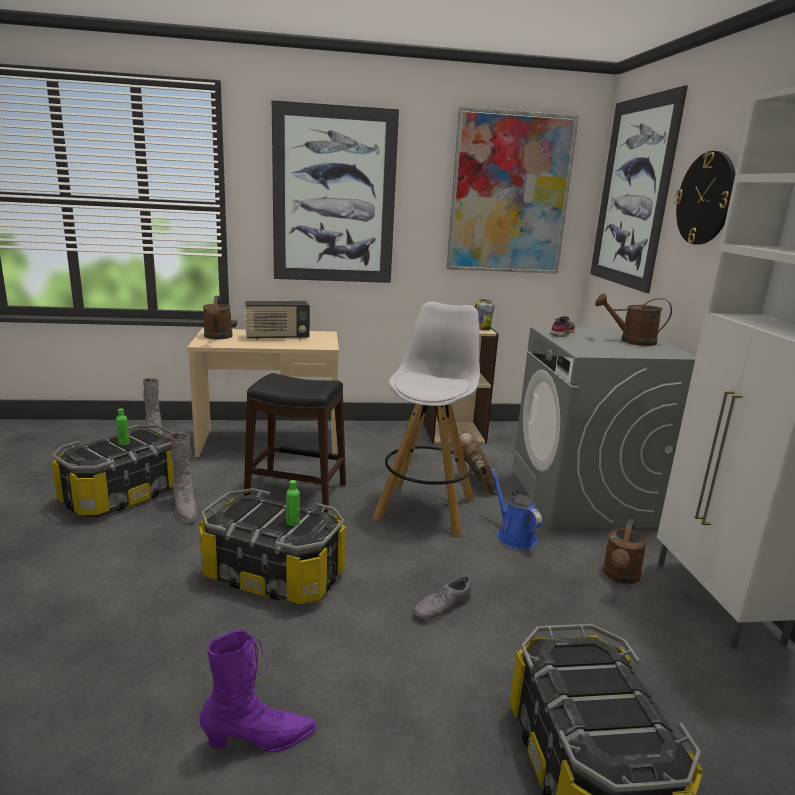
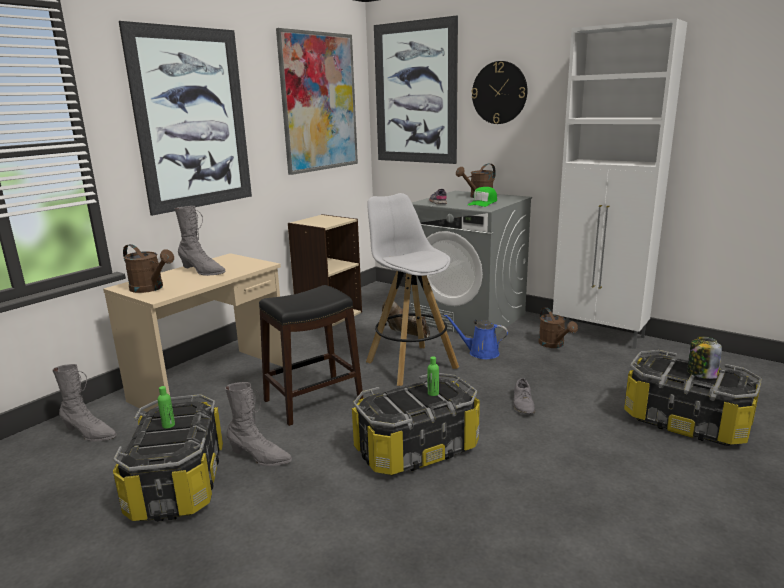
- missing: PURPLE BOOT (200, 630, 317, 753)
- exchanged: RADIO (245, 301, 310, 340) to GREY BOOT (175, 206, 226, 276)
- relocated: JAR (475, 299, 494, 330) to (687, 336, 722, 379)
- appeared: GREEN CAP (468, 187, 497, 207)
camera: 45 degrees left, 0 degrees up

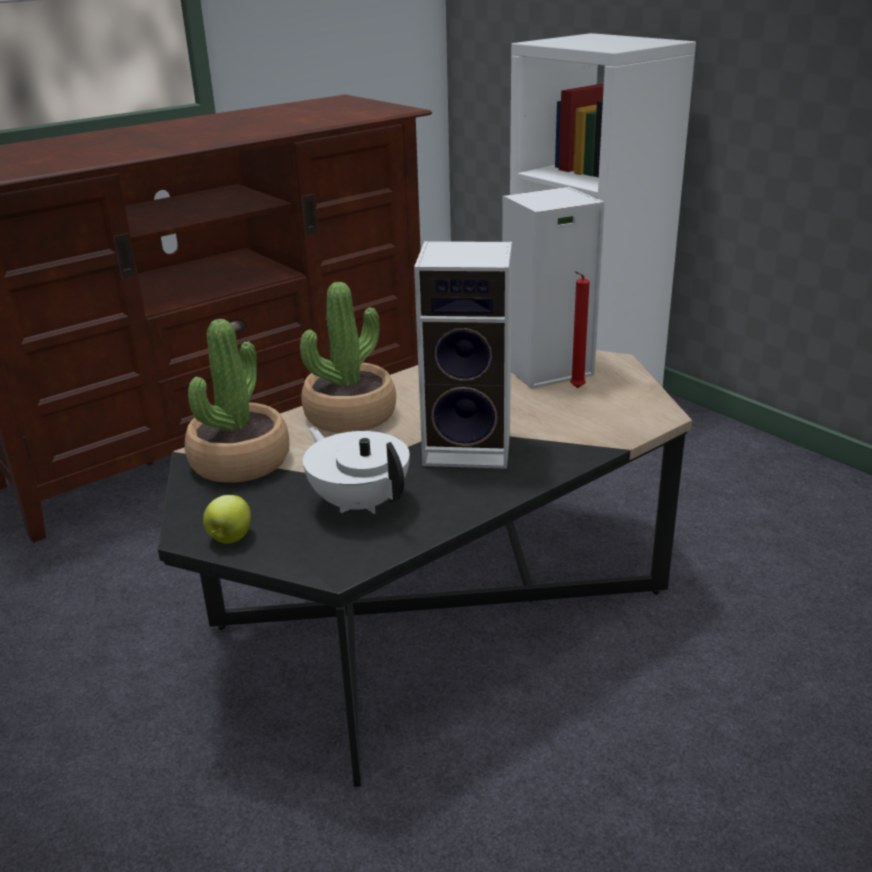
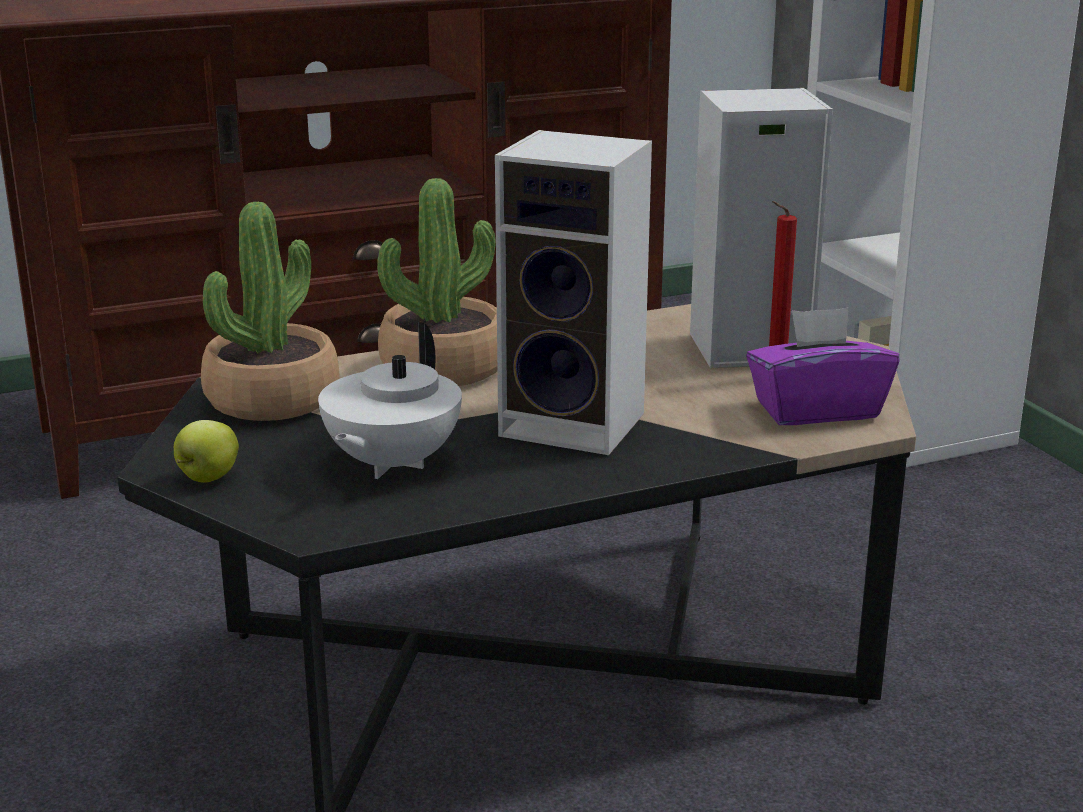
- spun: WHITE TEAPOT (303, 427, 410, 514) = (318, 322, 462, 479) 135 degrees counterclockwise
- appeared: PURPLE TISSUE BOX (746, 308, 900, 425)
camera: 15 degrees right, 5 degrees down

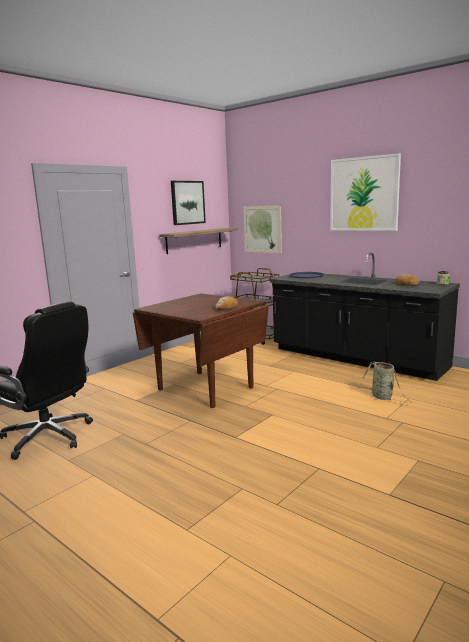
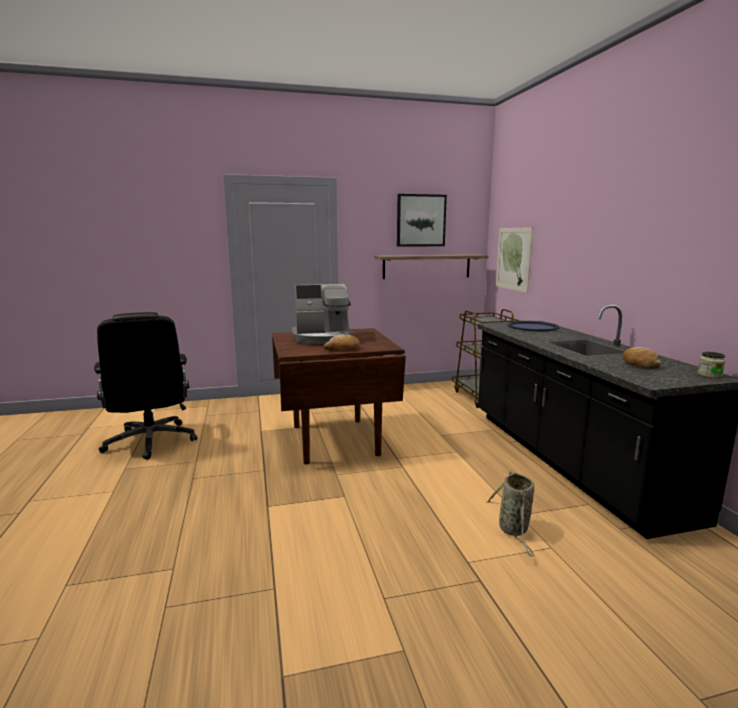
- missing: PICTURE (330, 153, 401, 231)
- appeared: COFFEE MACHINE (292, 284, 353, 344)
camera: 35 degrees right, 0 degrees up

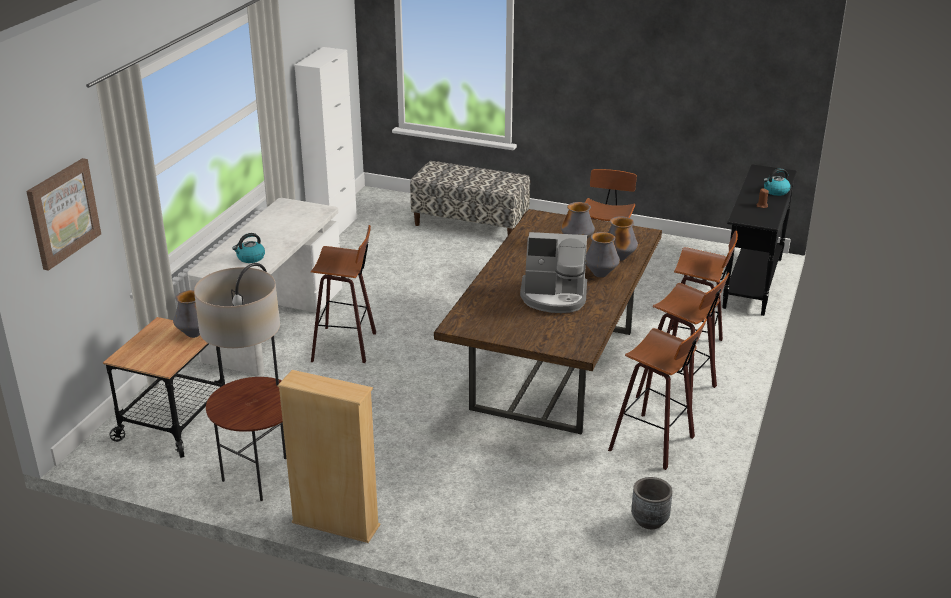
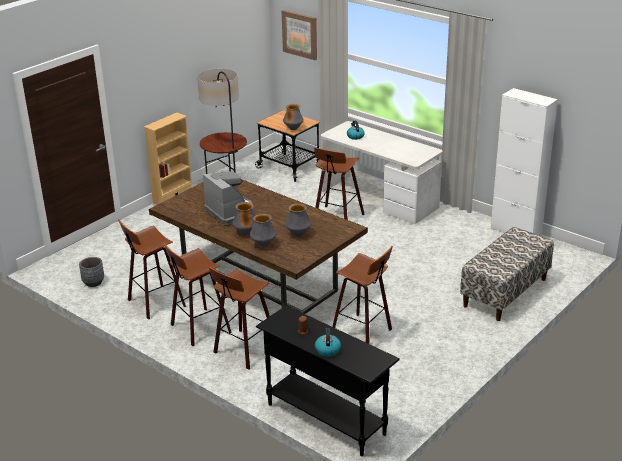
- spun: COFFEE MACHINE (520, 232, 587, 313) = (203, 172, 253, 225) 120 degrees clockwise
camera: 110 degrees right, 0 degrees up

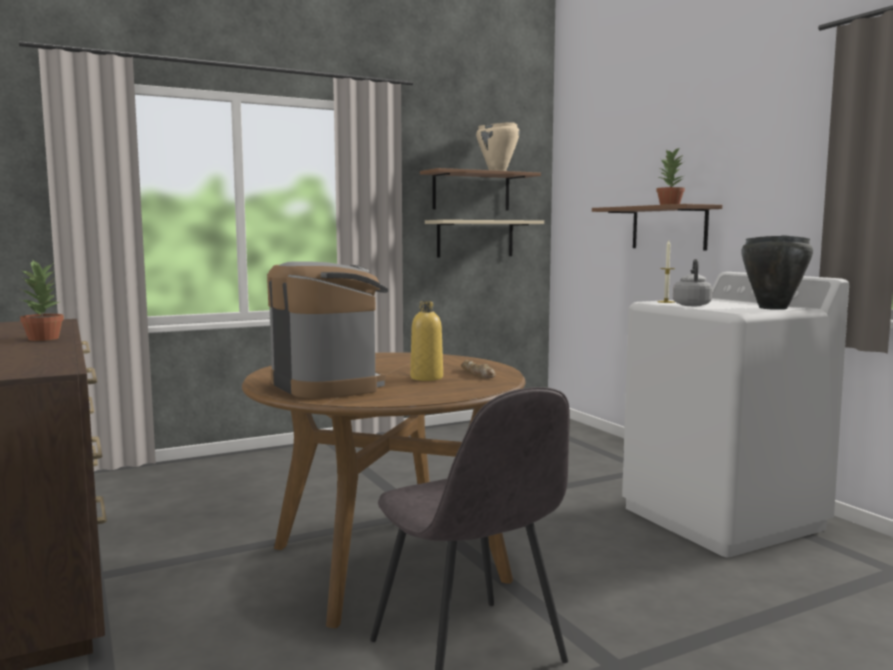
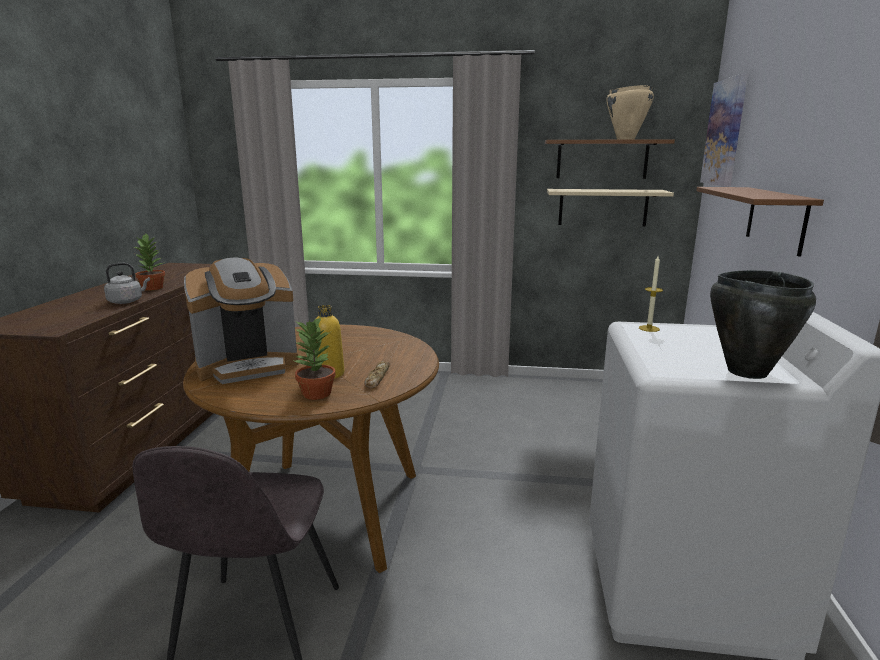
- spun: COFFEE MACHINE (267, 261, 389, 399) = (184, 257, 299, 384) 60 degrees clockwise
- relocated: POTTED PLANT (656, 147, 685, 205) to (292, 317, 336, 400)
- relocated: GREY KETTLE (673, 259, 713, 306) to (104, 263, 150, 304)
- appeared: PICTURE (700, 74, 748, 187)
camera: 35 degrees right, 10 degrees up

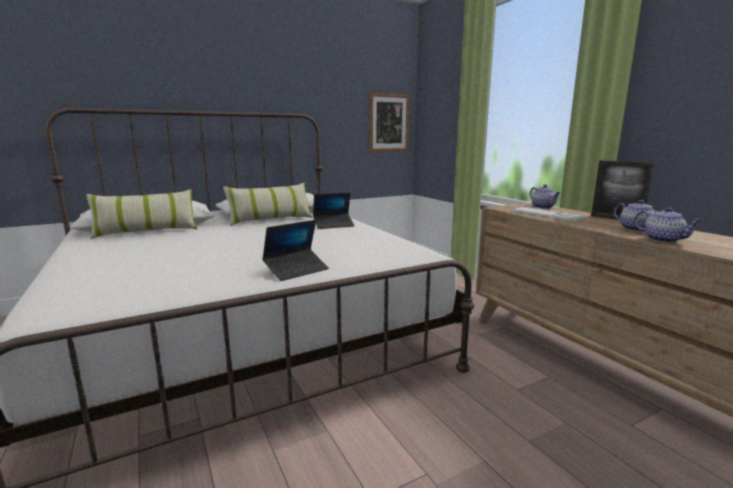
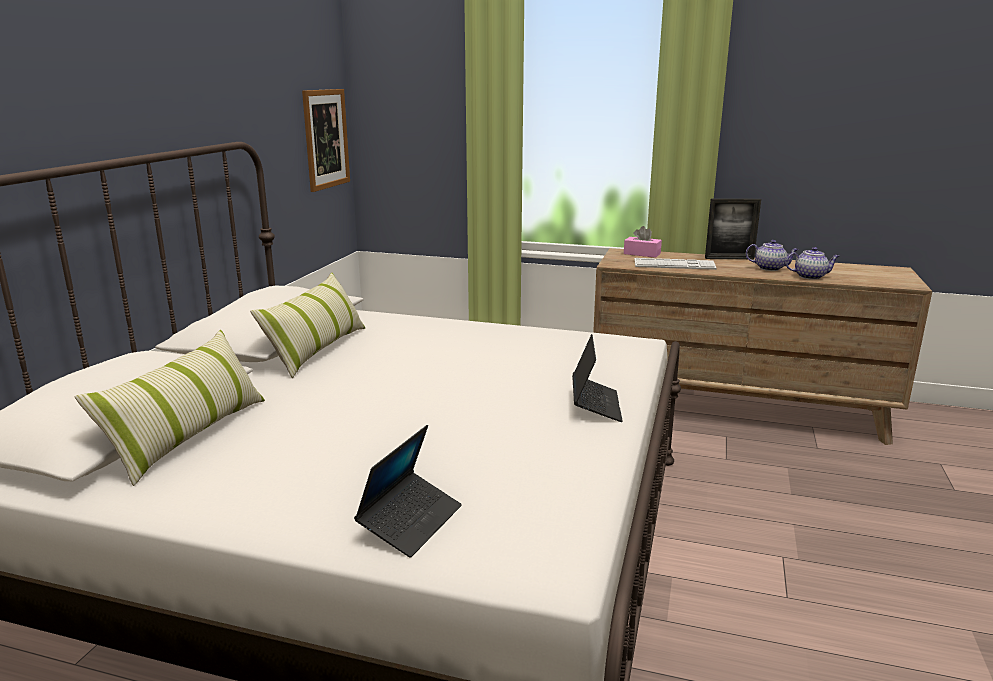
- relocated: LAPTOP (313, 193, 355, 229) to (354, 425, 462, 558)
- exchanged: TEAPOT (530, 184, 560, 209) to PINK TISSUE BOX (624, 226, 662, 258)
camera: 45 degrees left, 5 degrees up

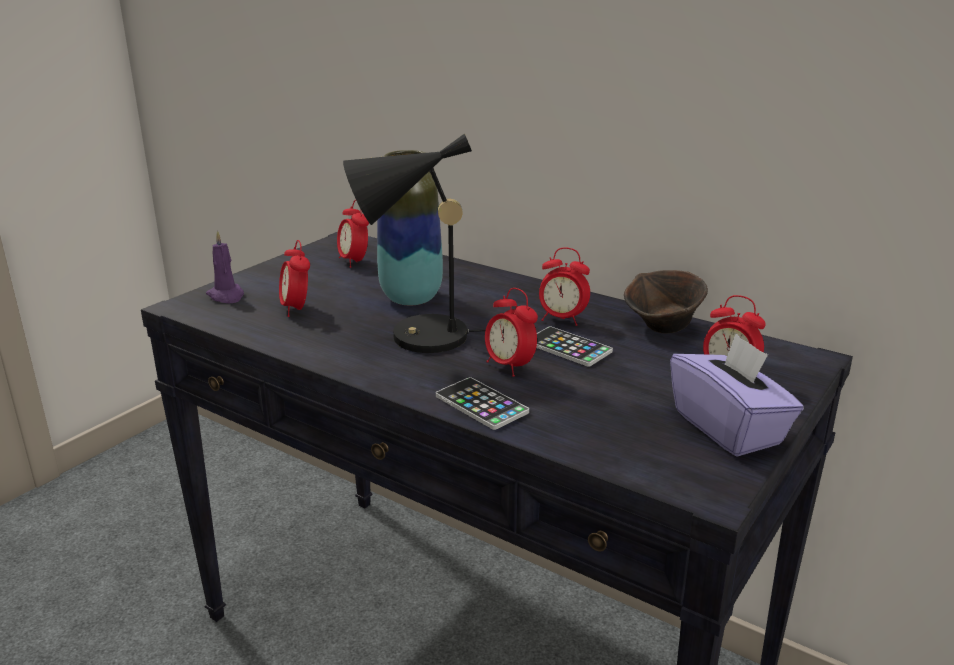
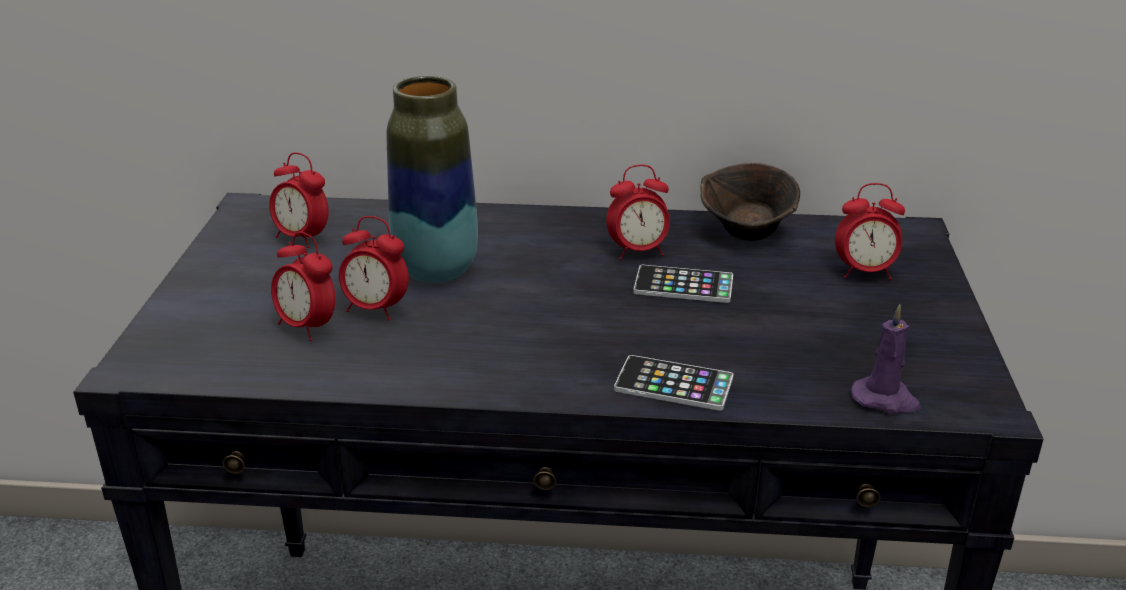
- relocated: PURPLE CANDLE (206, 231, 244, 303) to (851, 304, 921, 414)
- missing: BLACK TABLE LAMP (343, 133, 486, 353)
- relocated: ALARM CLOCK (485, 288, 538, 377) to (339, 216, 409, 320)
- missing: PURPLE TISSUE BOX (670, 333, 804, 457)
camera: 30 degrees left, 5 degrees up

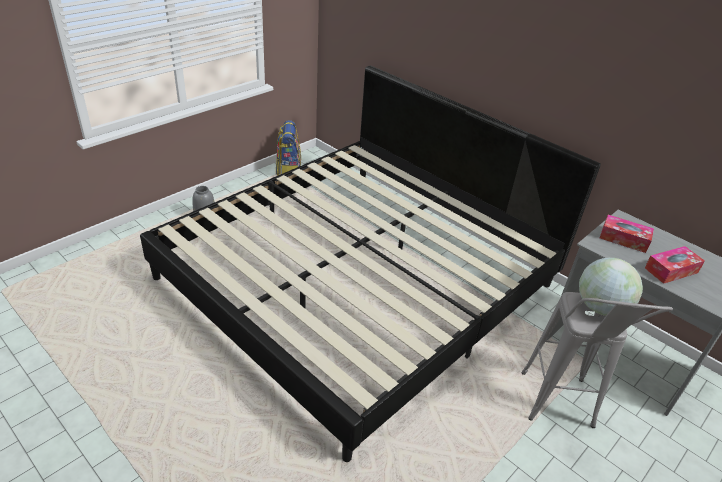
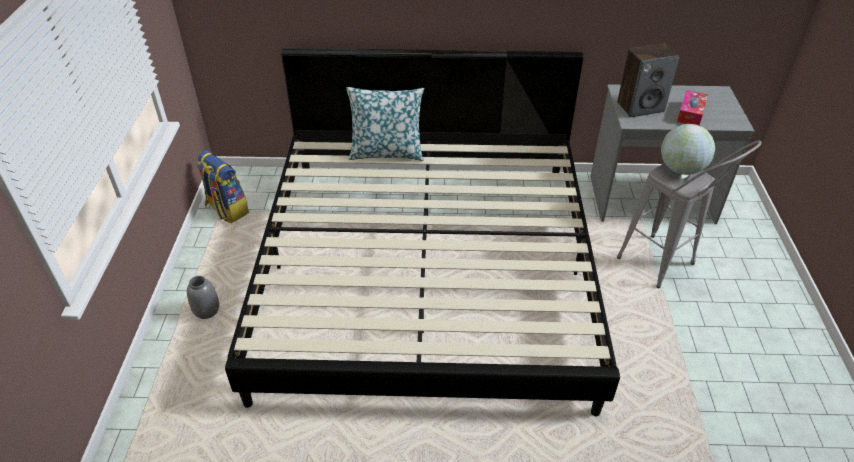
- exchanged: TISSUE BOX (600, 215, 654, 253) to SPEAKER (617, 44, 680, 117)
- appeared: PILLOW (347, 87, 424, 161)
camera: 40 degrees left, 5 degrees up

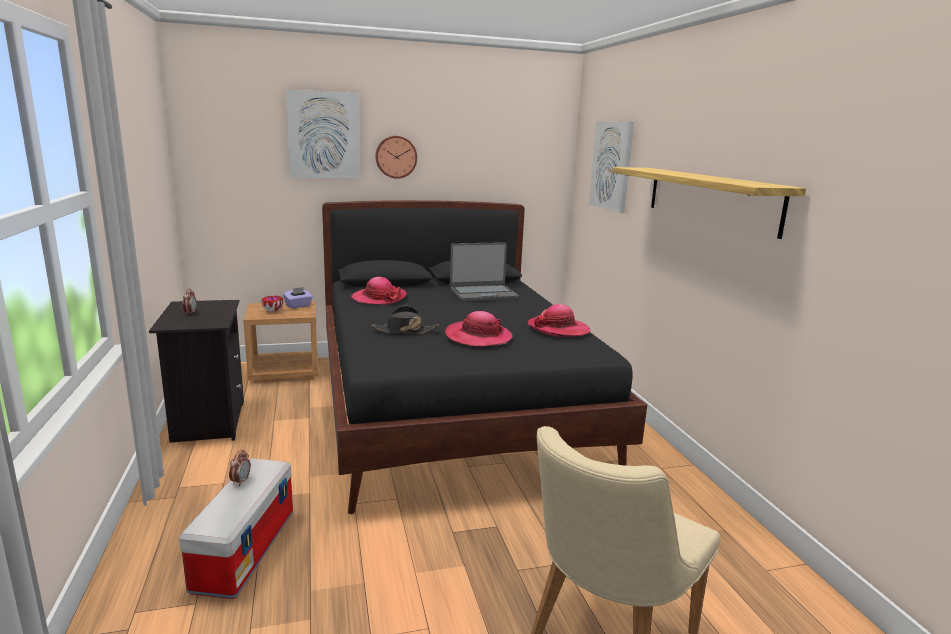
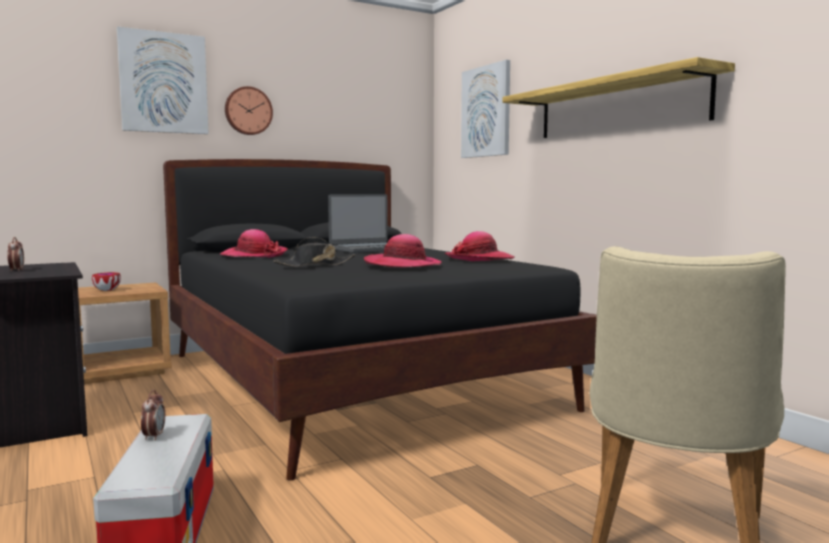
- missing: PURPLE TISSUE BOX (283, 287, 313, 309)
camera: 15 degrees left, 10 degrees down

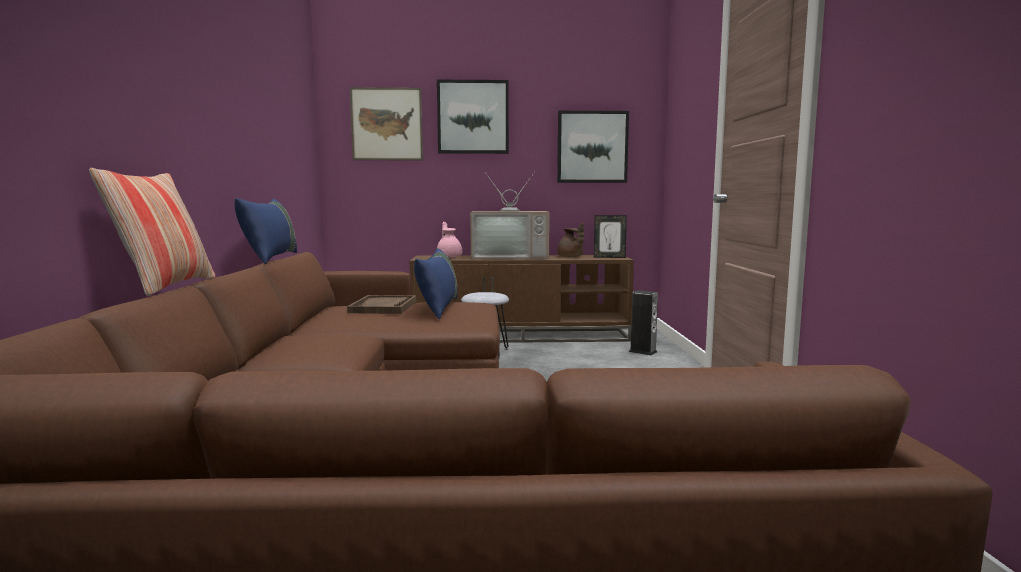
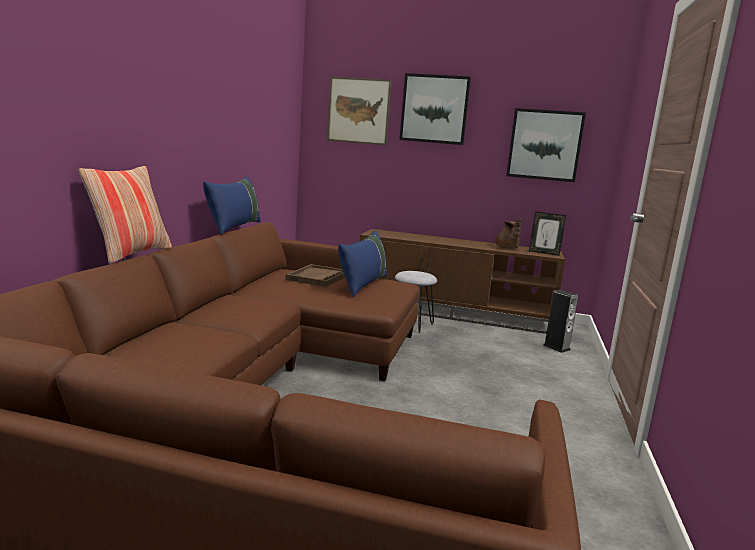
- missing: PINK TEAPOT (437, 222, 462, 258)
- missing: TELEVISION (470, 172, 550, 260)
camera: 15 degrees right, 5 degrees up

